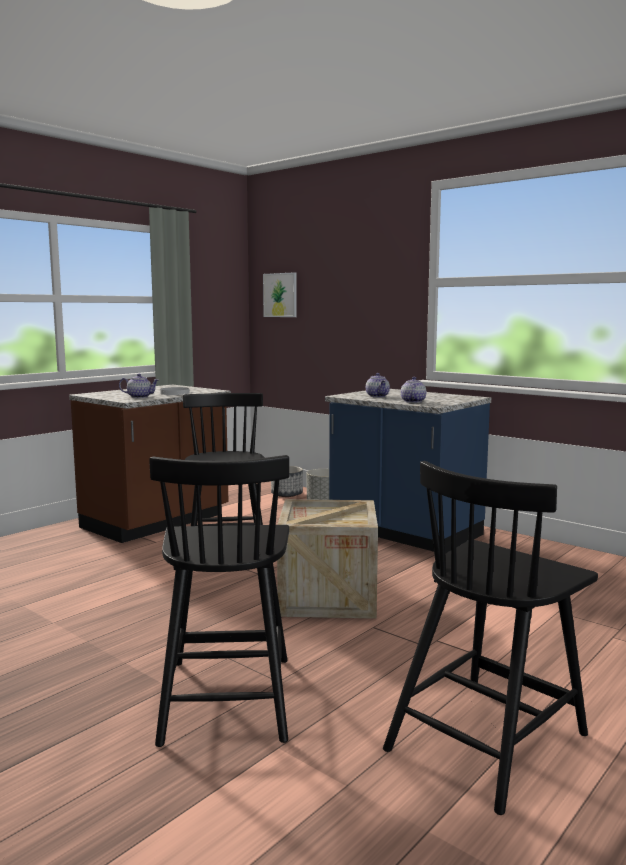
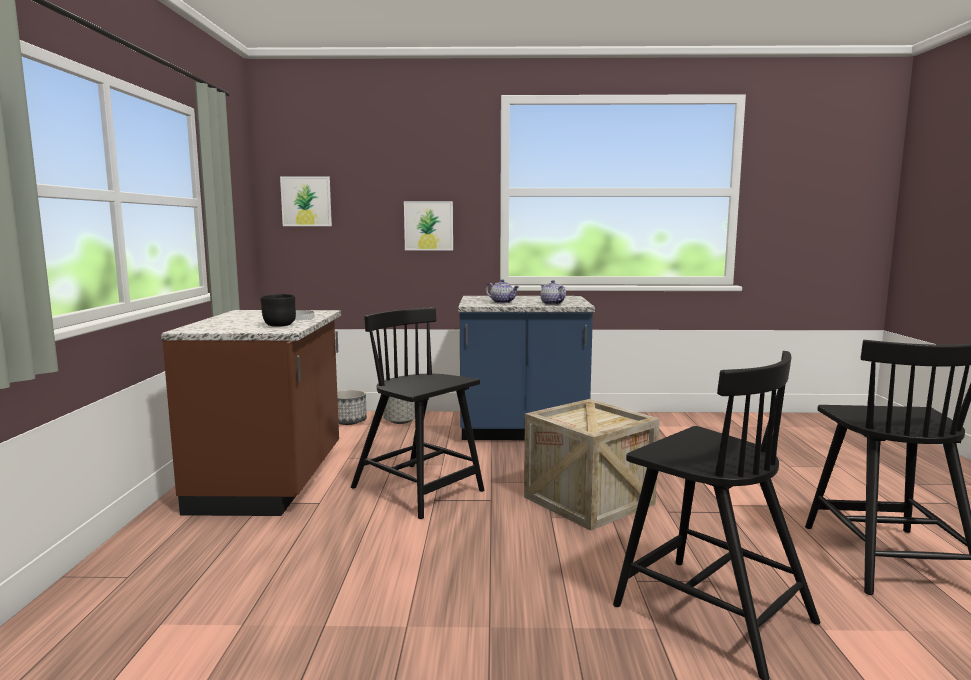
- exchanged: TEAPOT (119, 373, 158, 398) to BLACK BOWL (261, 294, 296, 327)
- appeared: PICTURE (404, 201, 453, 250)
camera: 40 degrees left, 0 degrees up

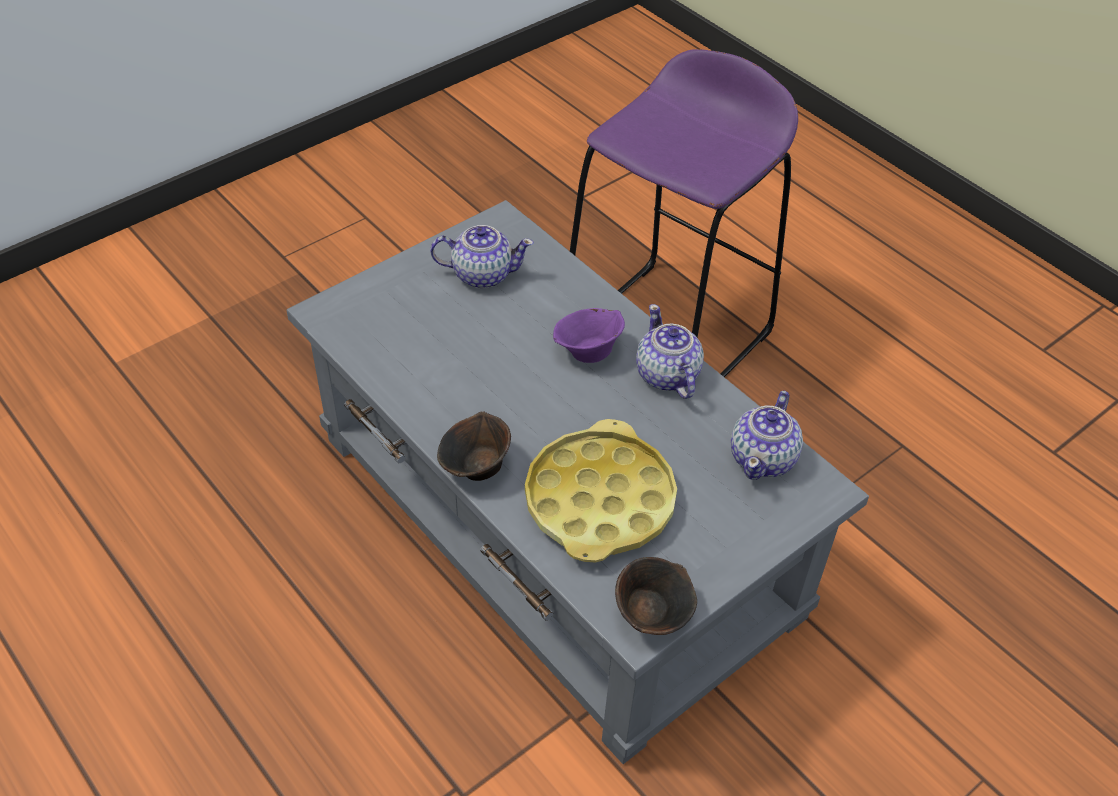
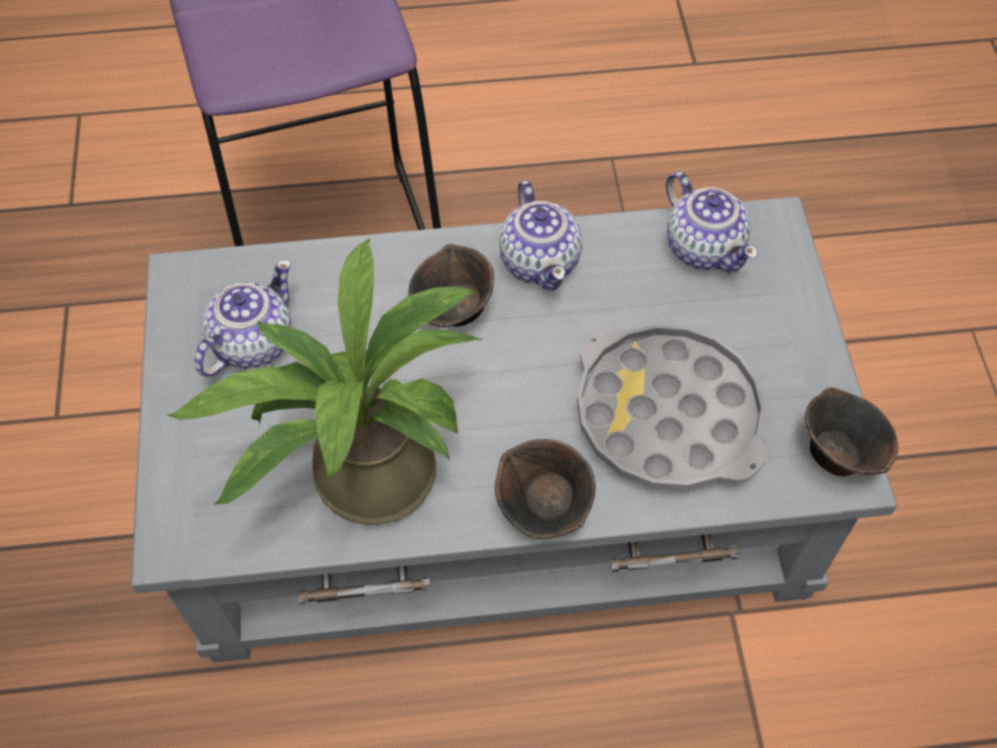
- colour: YELLOW TRAY (525, 419, 677, 562) to GREY TRAY (577, 325, 767, 491)
- colour: PURPLE BOWL (553, 308, 625, 363) to BROWN BOWL (408, 244, 494, 328)
- spun: TEAPOT (636, 304, 704, 399) = (499, 180, 582, 291) 120 degrees counterclockwise
- appeared: POTTED PLANT (166, 239, 482, 525)
camera: 55 degrees left, 10 degrees up

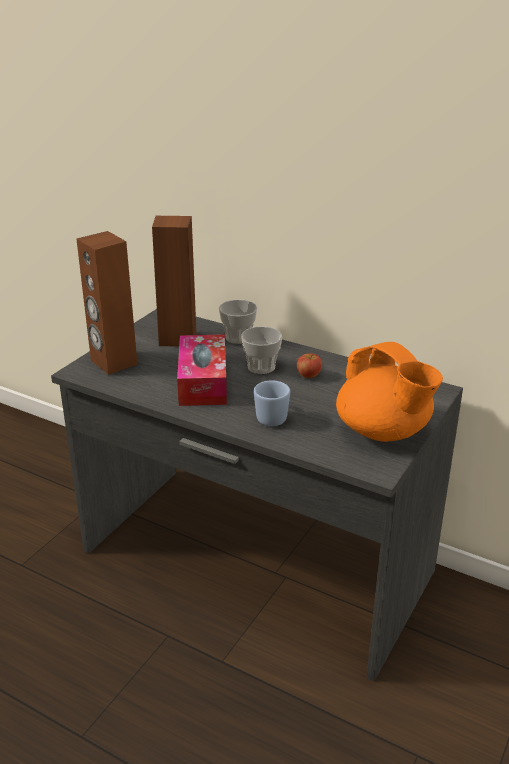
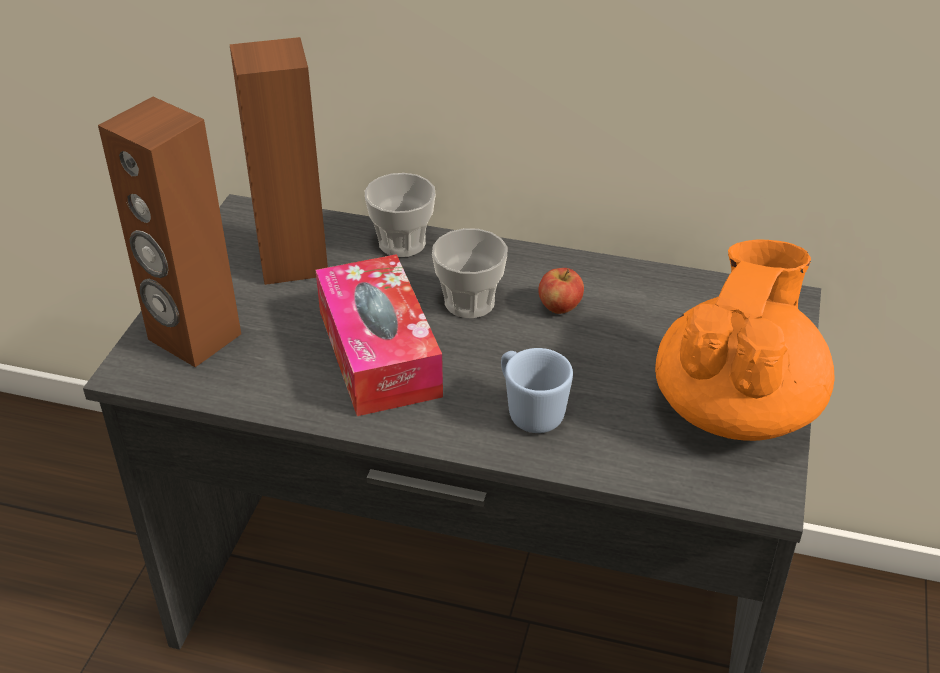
- spun: ORANGE TEAPOT (336, 342, 443, 442) = (655, 240, 835, 441) 105 degrees counterclockwise
camera: 15 degrees left, 10 degrees up

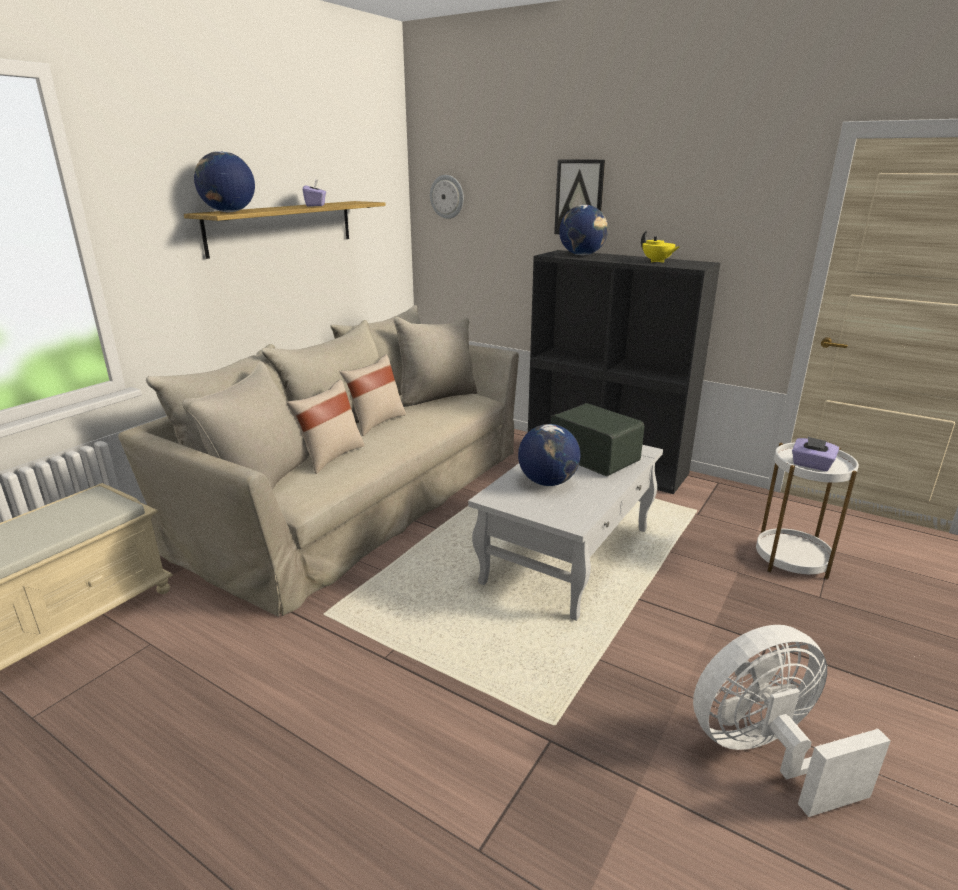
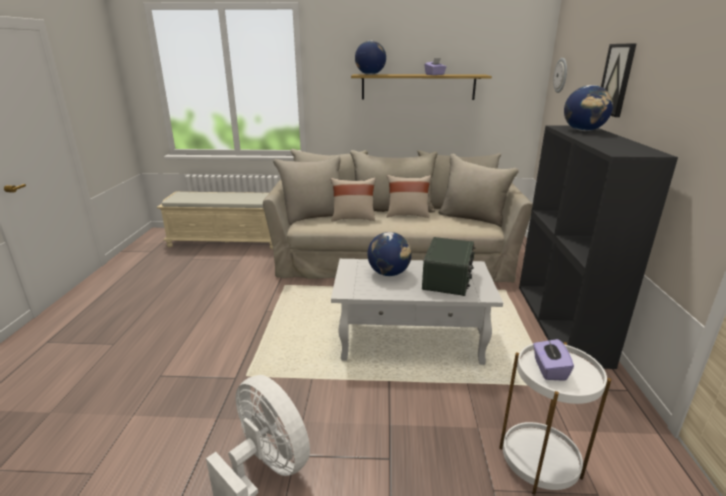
- missing: YELLOW TEAPOT (641, 231, 679, 263)
camera: 60 degrees right, 0 degrees up

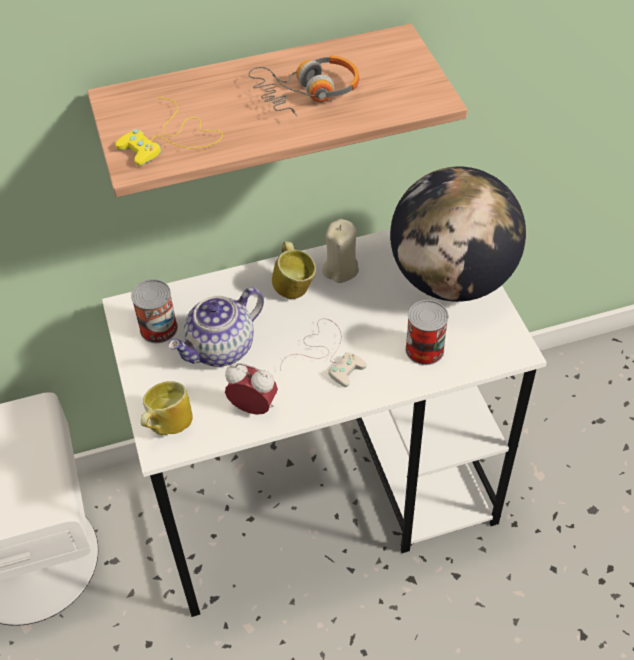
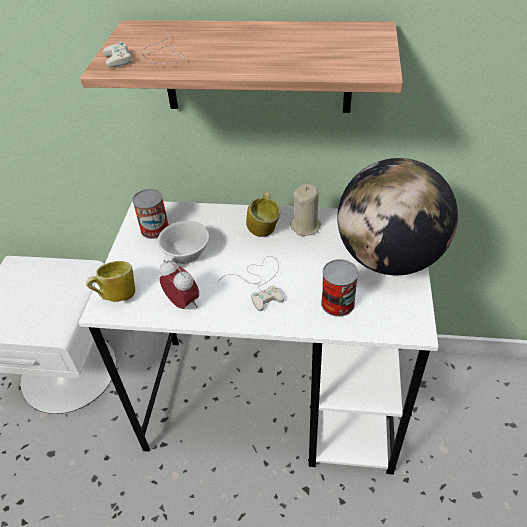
- colour: YELLOW GAME CONTROLLER (115, 97, 223, 166) to WHITE GAME CONTROLLER (102, 30, 184, 68)
- exchanged: TEAPOT (168, 287, 264, 367) to WHITE CUP (158, 221, 209, 264)
- missing: HEADPHONES (249, 56, 359, 116)
camera: 25 degrees right, 5 degrees down

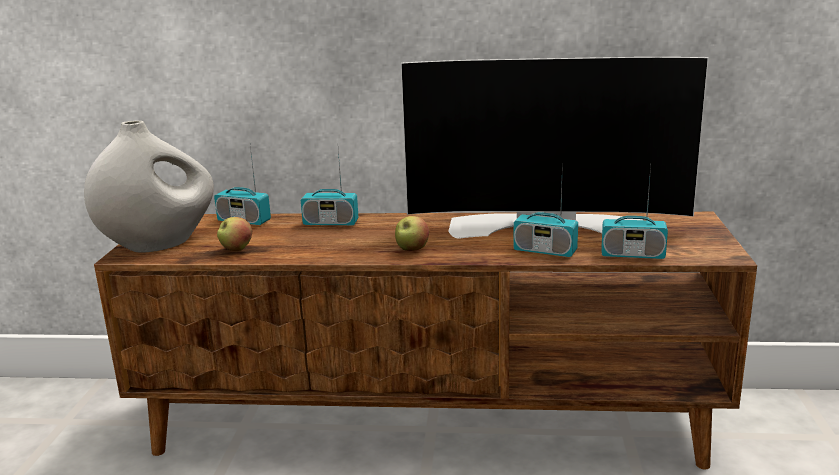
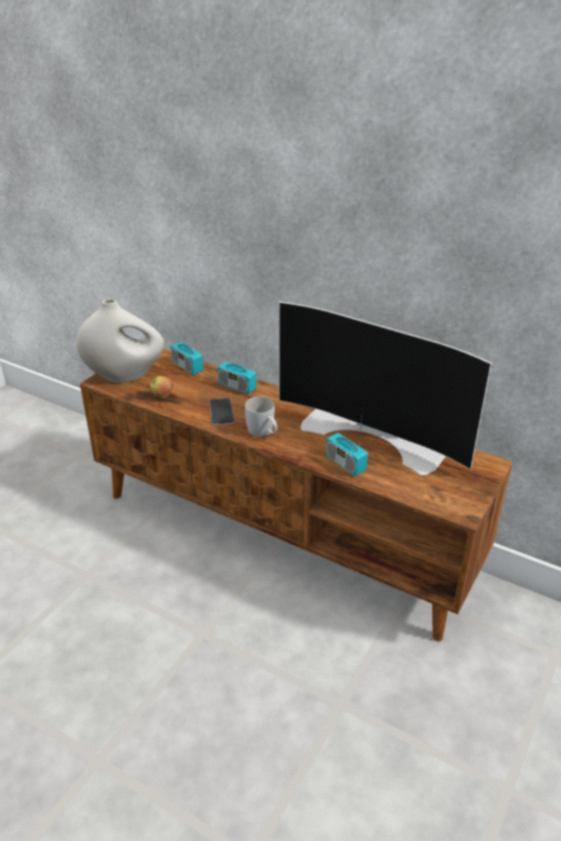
- exchanged: APPLE (395, 216, 429, 251) to WHITE MUG (245, 396, 278, 437)
- missing: RADIO (602, 166, 668, 259)
- appeared: PHONE (209, 398, 234, 425)
camera: 25 degrees right, 15 degrees up

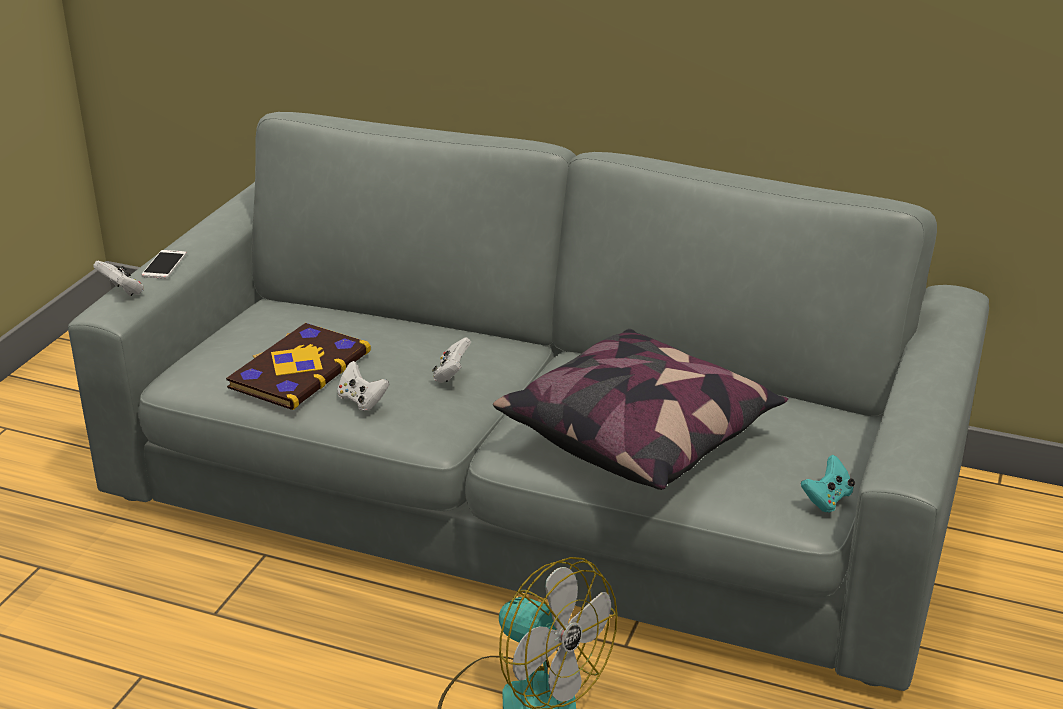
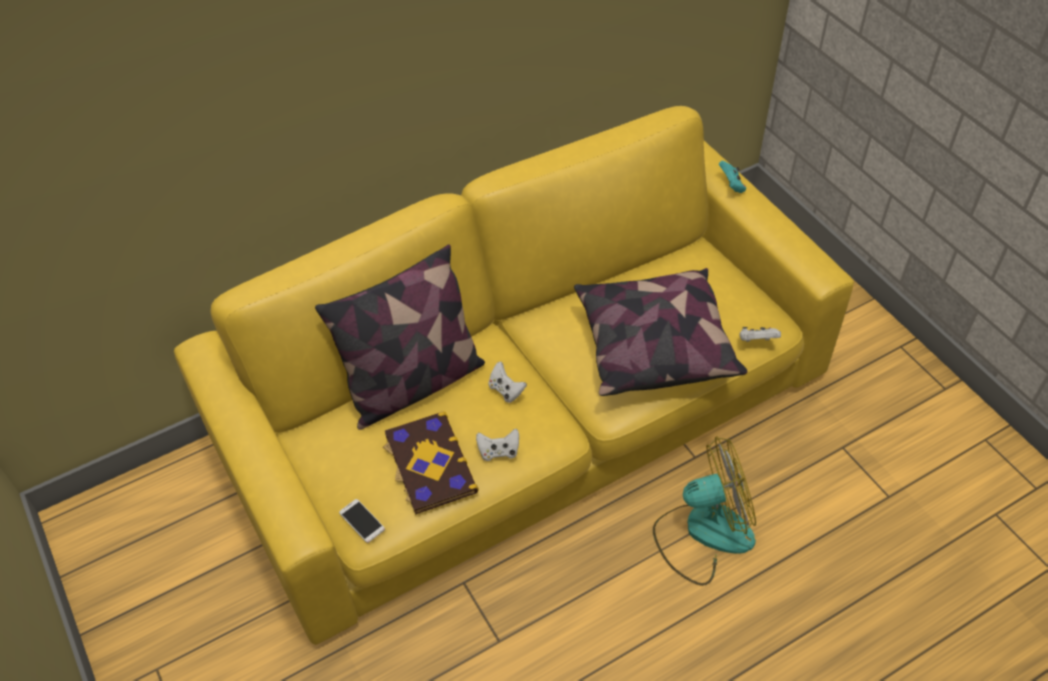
- colour: GREY SOFA (68, 112, 989, 691) to YELLOW SOFA (174, 106, 854, 645)
- relocated: WHITE GAME CONTROLLER (93, 261, 144, 296) to (740, 327, 781, 342)
- relocated: PHONE (141, 250, 186, 279) to (339, 499, 385, 543)
- relocated: TURQUOISE GAME CONTROLLER (801, 455, 855, 513) to (719, 161, 746, 193)
- appeared: PILLOW (315, 244, 485, 430)
camera: 50 degrees left, 20 degrees up

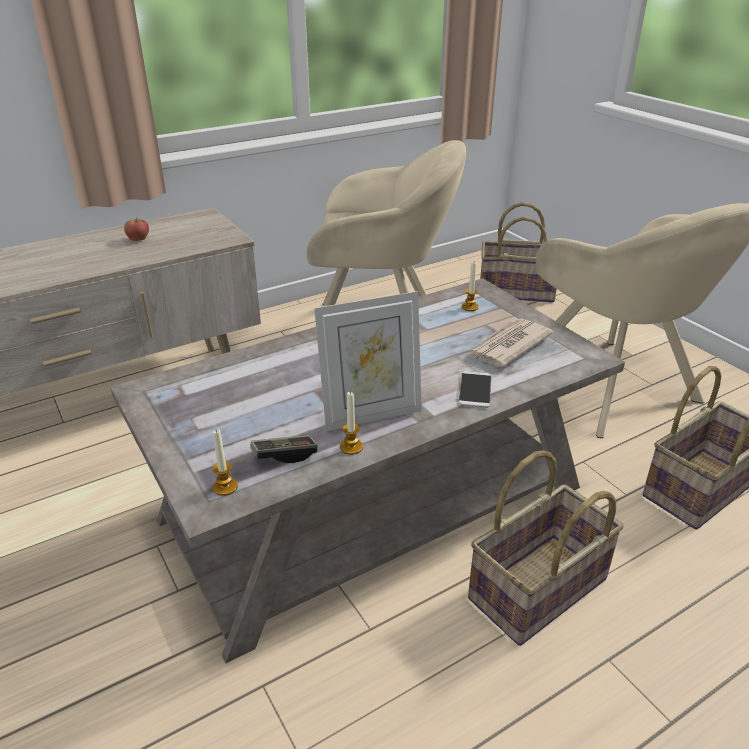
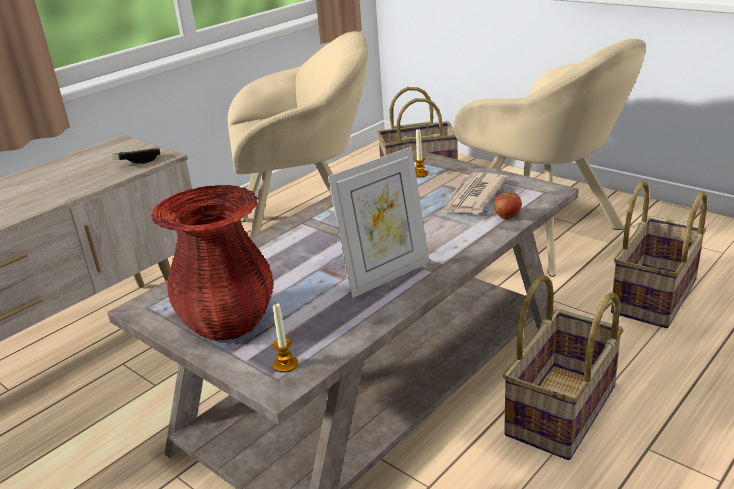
- relocated: APPLE (124, 217, 149, 241) to (494, 191, 522, 219)
- relocated: GAME CONTROLLER (251, 435, 317, 463) to (112, 149, 160, 164)
- missing: CANDLE (340, 391, 363, 455)
- missing: PHONE (459, 371, 491, 408)
- appeared: RED VASE (151, 185, 274, 341)
camera: 15 degrees left, 5 degrees down

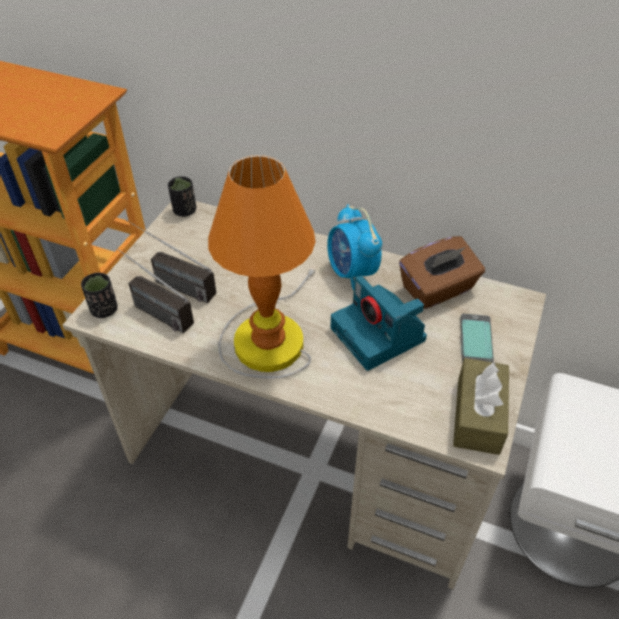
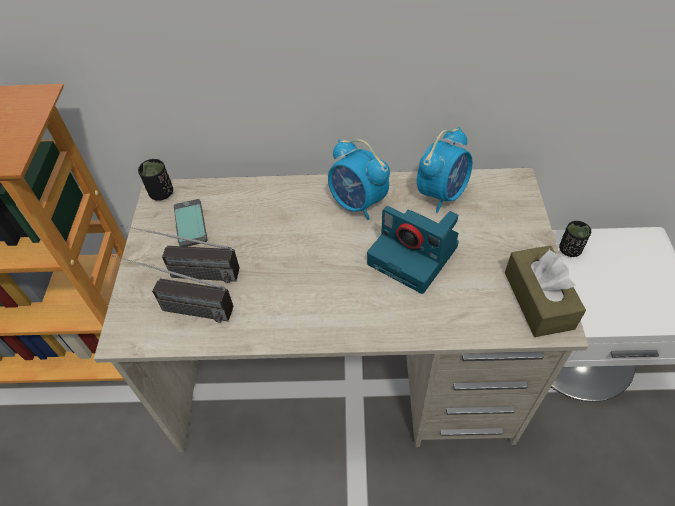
- relocated: BLACK CUP (81, 273, 118, 318) to (559, 221, 591, 257)
- missing: TABLE LAMP (208, 155, 316, 379)
- exchanged: BROWN TISSUE BOX (399, 236, 485, 309) to ALARM CLOCK (417, 127, 472, 213)
- relocated: PHONE (460, 314, 494, 363) to (174, 199, 208, 247)
camera: 20 degrees left, 5 degrees up

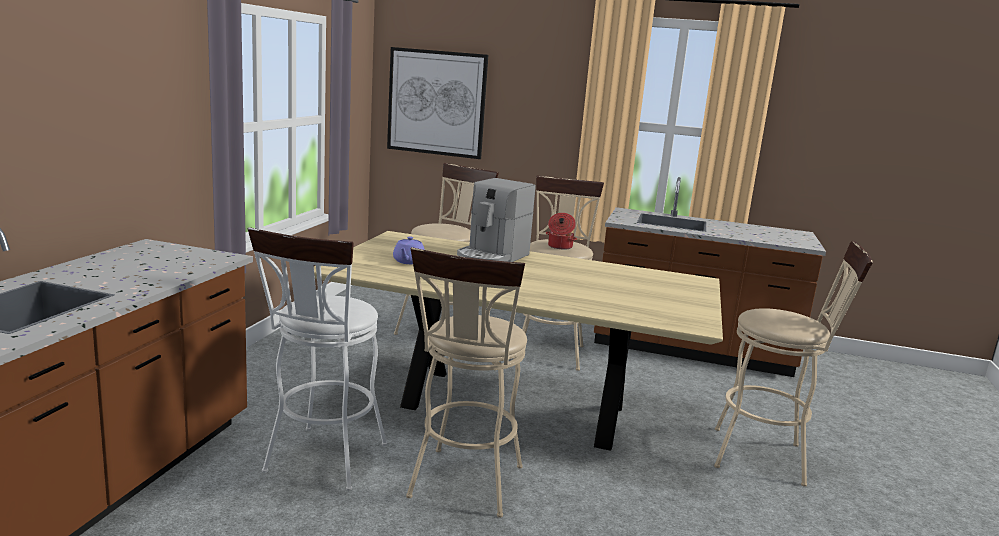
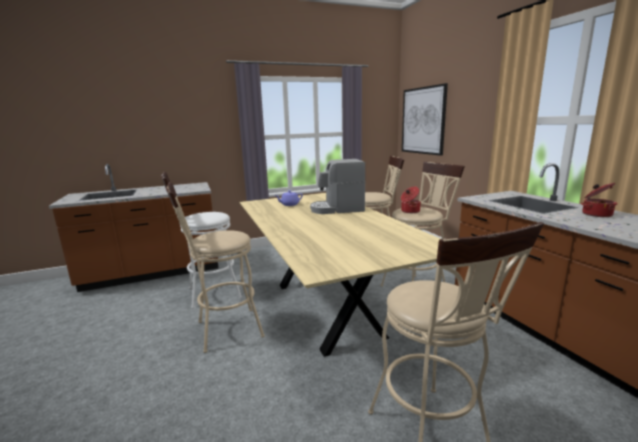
- appeared: COOKING POT (581, 183, 618, 217)
camera: 55 degrees right, 0 degrees up

